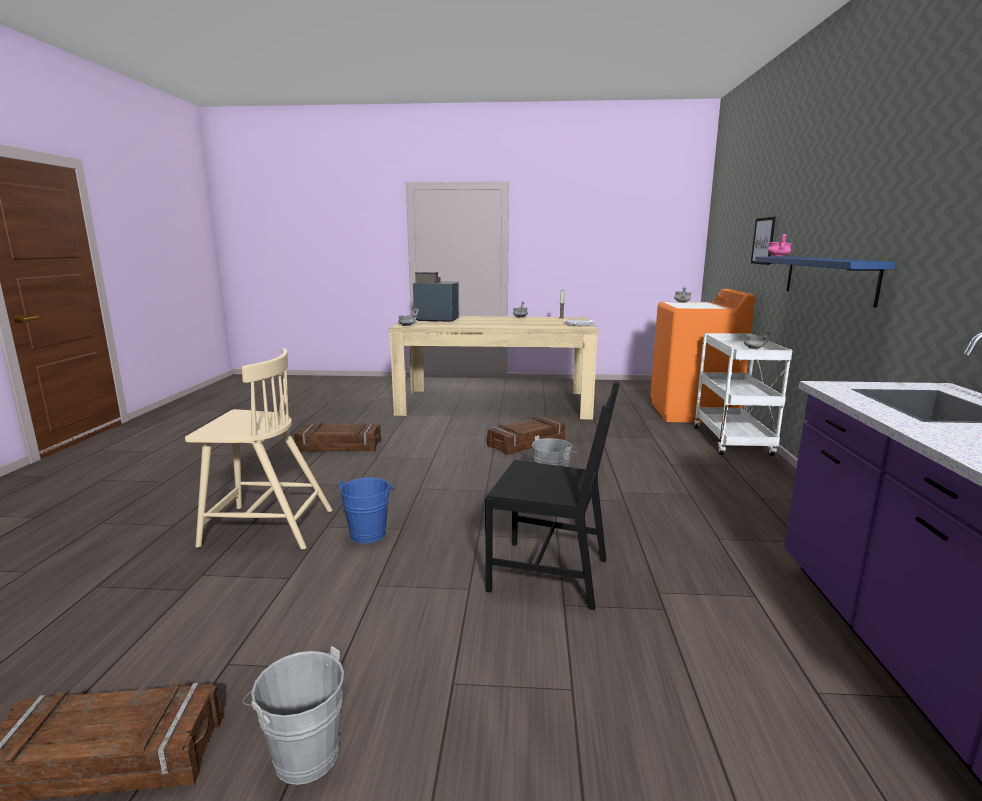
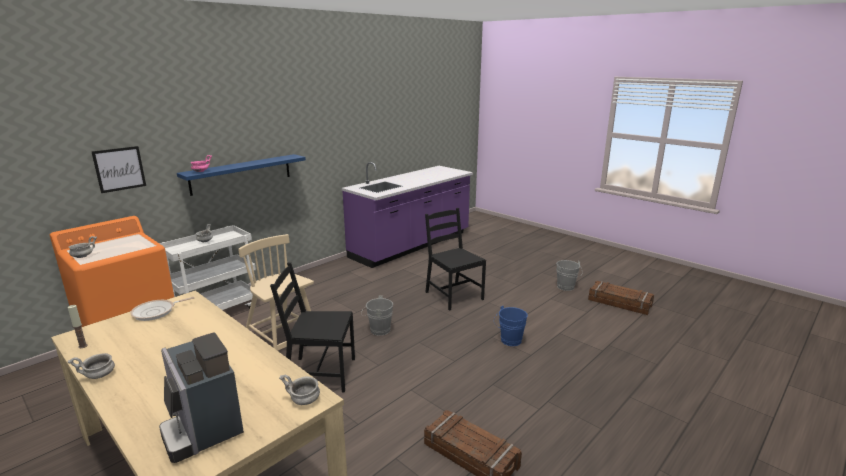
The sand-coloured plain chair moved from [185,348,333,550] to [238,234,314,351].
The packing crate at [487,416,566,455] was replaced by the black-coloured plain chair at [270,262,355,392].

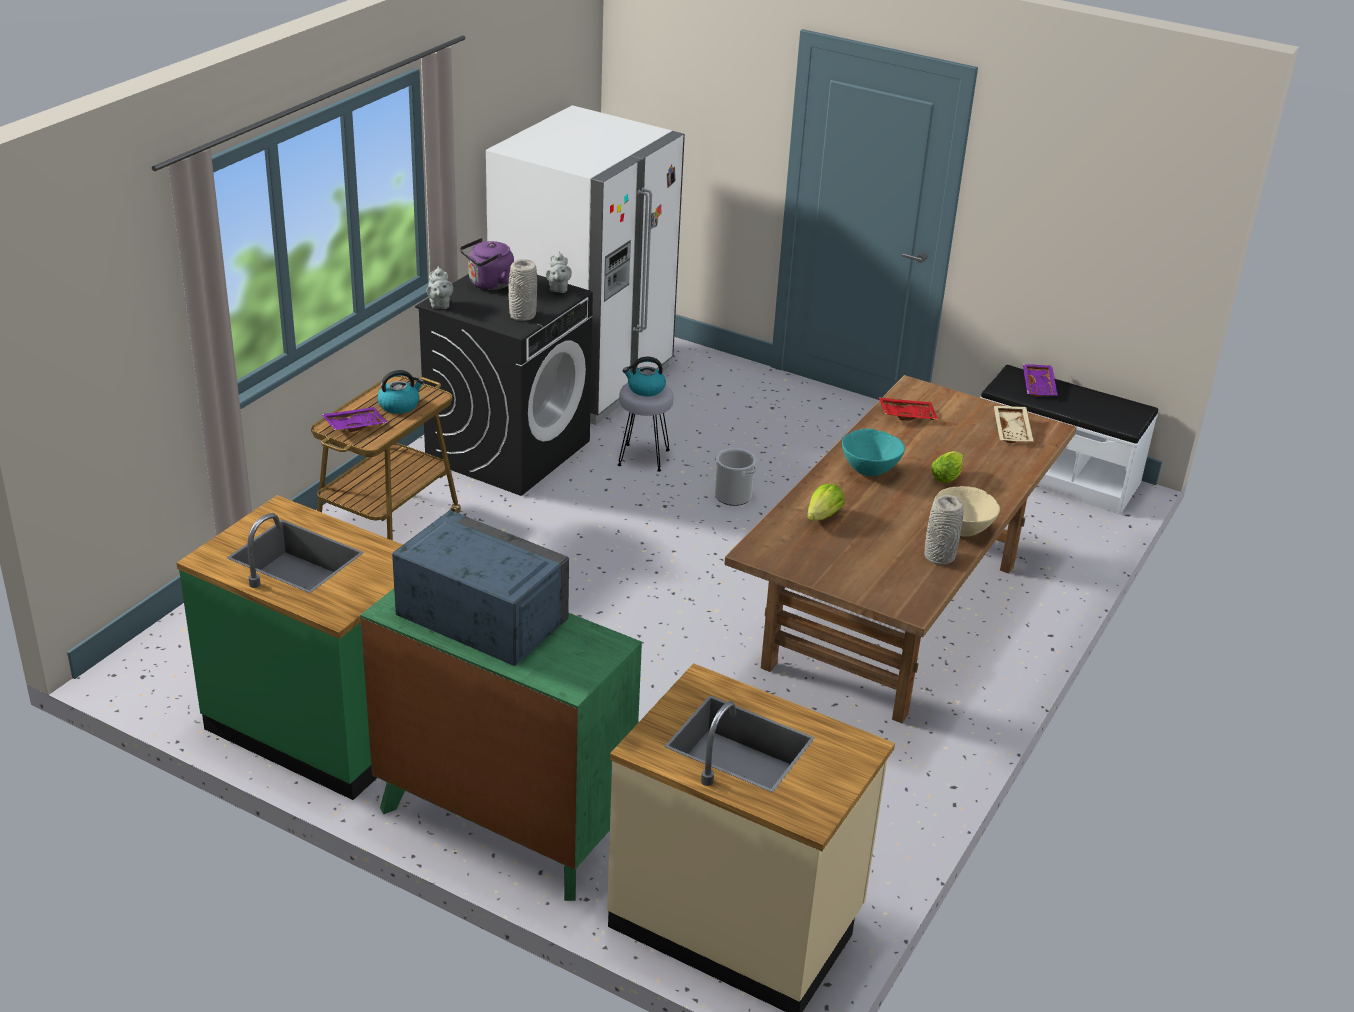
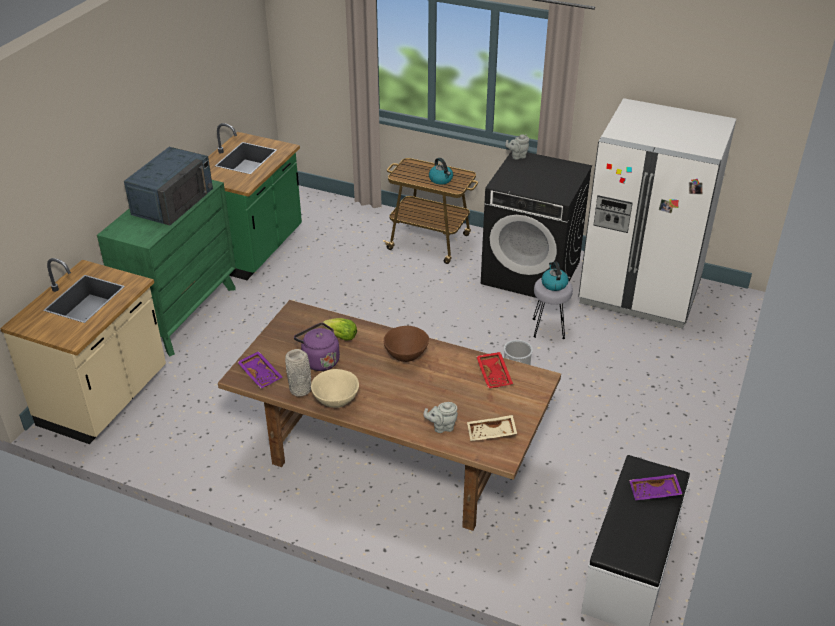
The purple-coloured water kettle moved from [460,238,514,290] to [294,323,340,371].
The gray teapot moved from [546,251,572,293] to [423,402,458,433].
The gray vase at [508,259,537,321] disappeared.
The purple-coloured tray moved from [321,407,388,432] to [238,351,282,389].
The turquoise bowl at [842,428,905,476] became the brown-coloured bowl at [384,326,429,362].
The head of lettuce at [931,451,963,483] disappeared.

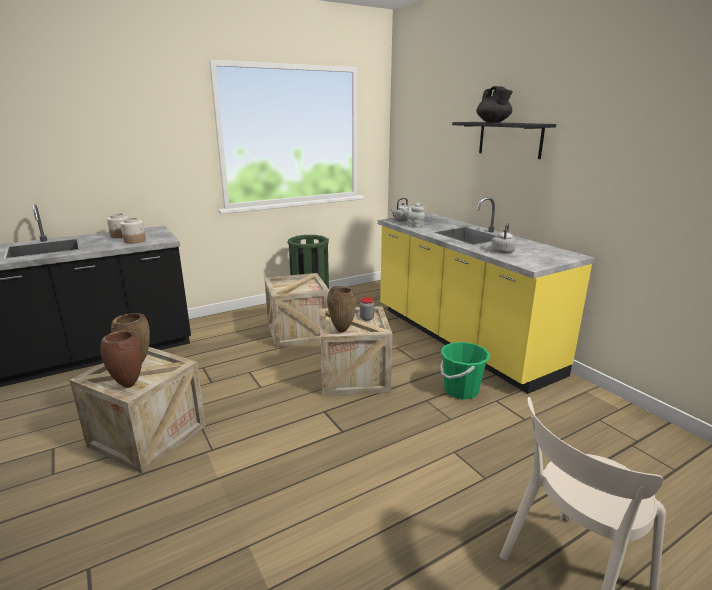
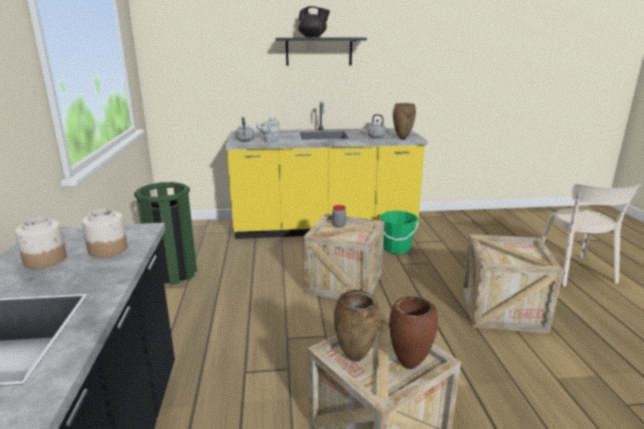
The packing crate moved from [264,273,329,348] to [462,234,564,333].
The brown-coloured vase moved from [327,286,356,333] to [393,103,416,139].

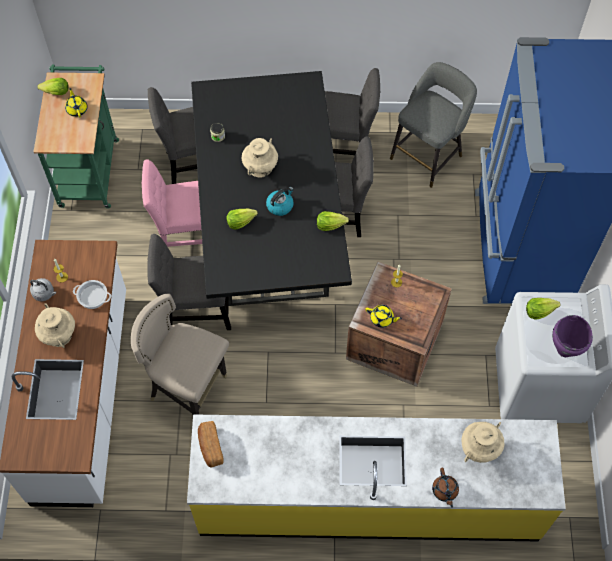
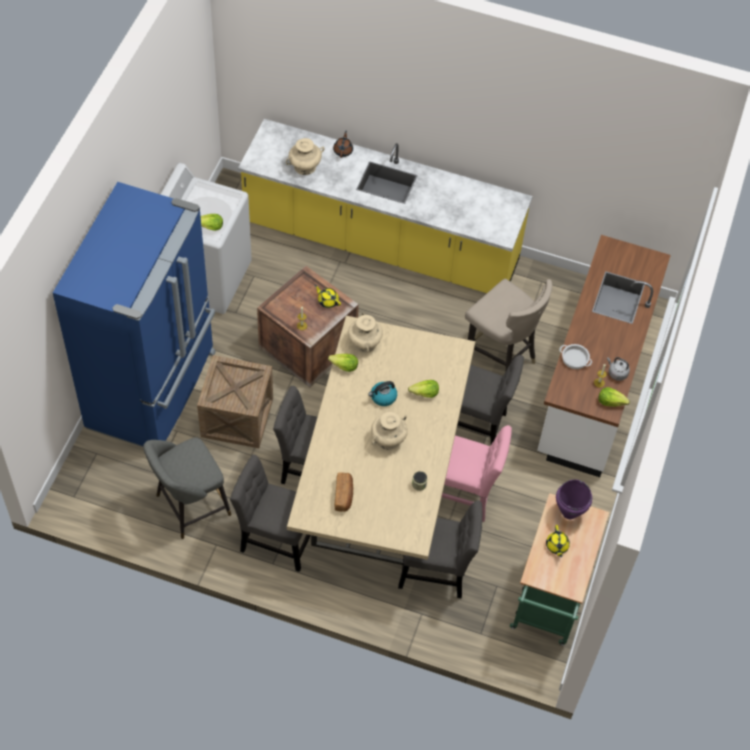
The black-coloured dinner table at [191,71,352,306] became the sand-coloured dinner table at [287,316,475,565].
The head of lettuce moved from [37,78,68,95] to [598,387,630,407].
The sand-coloured vase moved from [35,303,75,348] to [348,313,383,353].
The purple-coloured stockpot moved from [552,315,593,357] to [556,480,592,519].
The bread moved from [198,421,224,467] to [334,472,353,512].
The packing crate at [197,355,273,448] appeared.

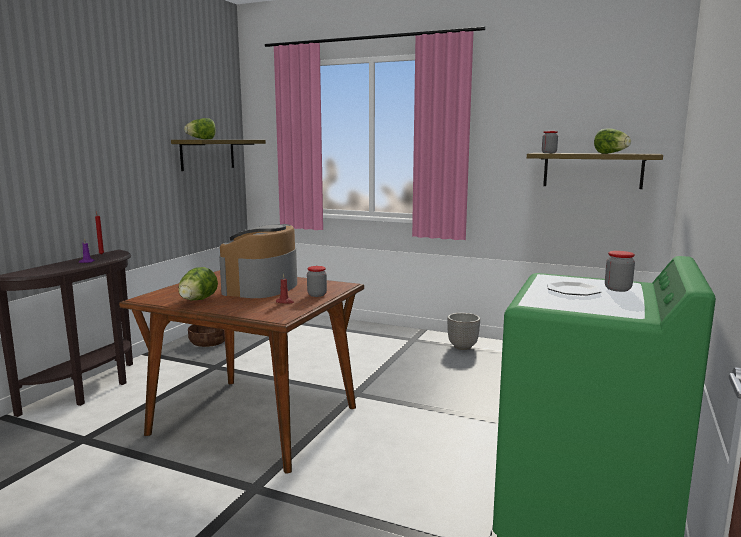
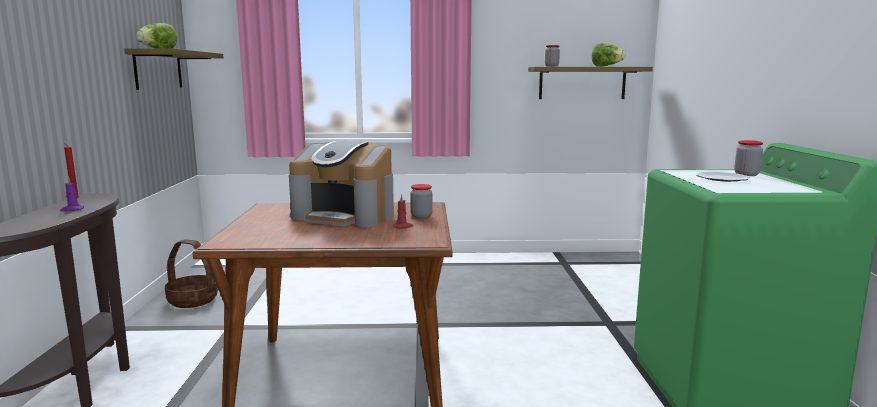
The coffee machine at [219,224,297,298] turned 60 degrees counterclockwise.
The head of lettuce at [179,267,218,300] disappeared.
The flower pot at [447,313,480,350] disappeared.

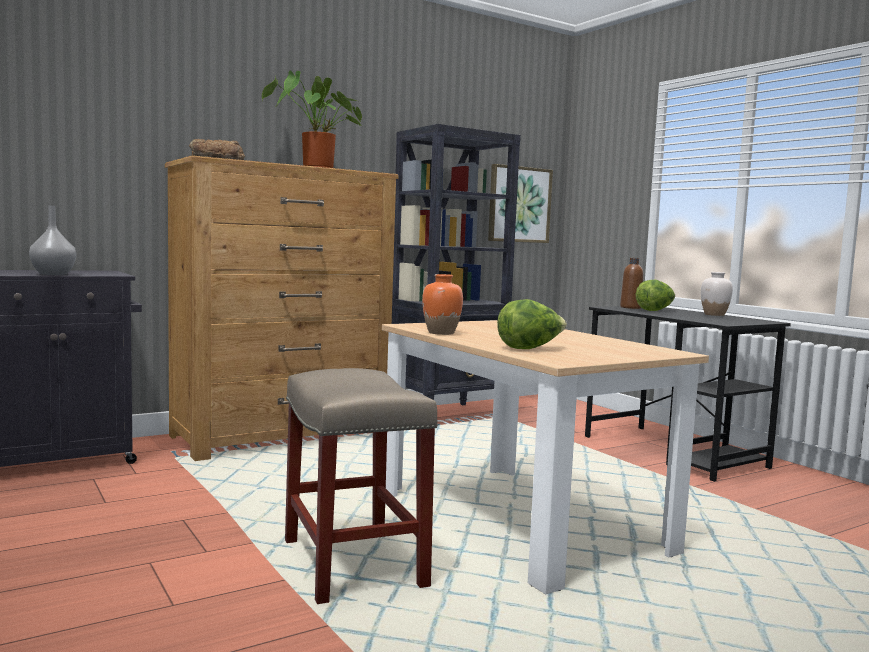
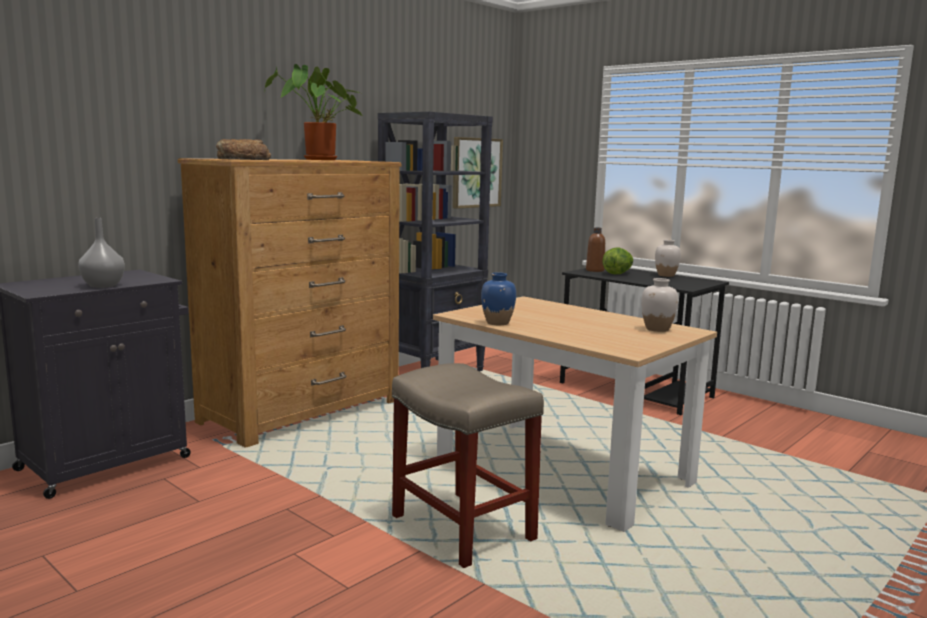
The orange-coloured vase at [422,274,463,335] became the blue-coloured vase at [481,272,516,325].
The head of lettuce at [497,299,567,349] disappeared.
The whitish vase at [641,278,678,332] appeared.

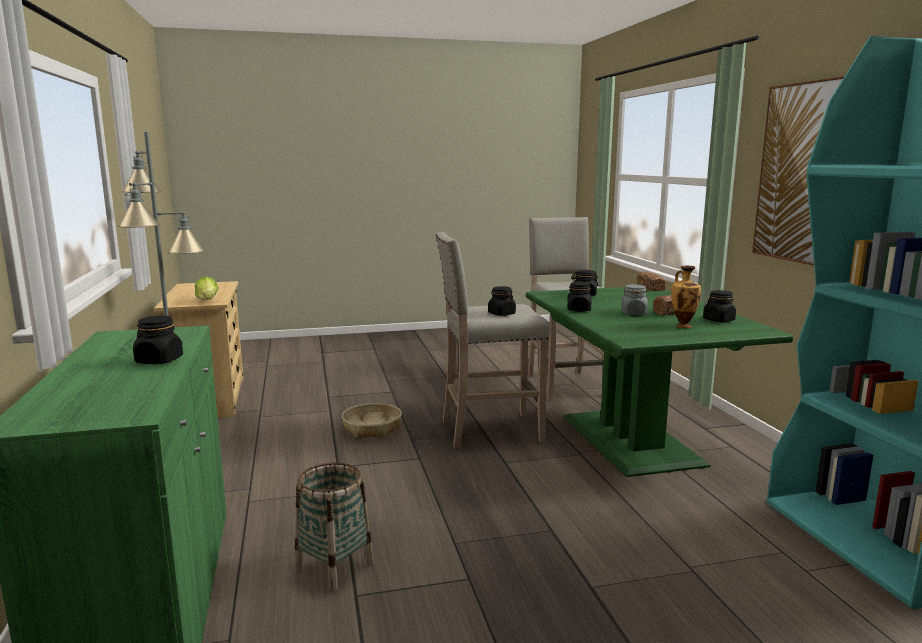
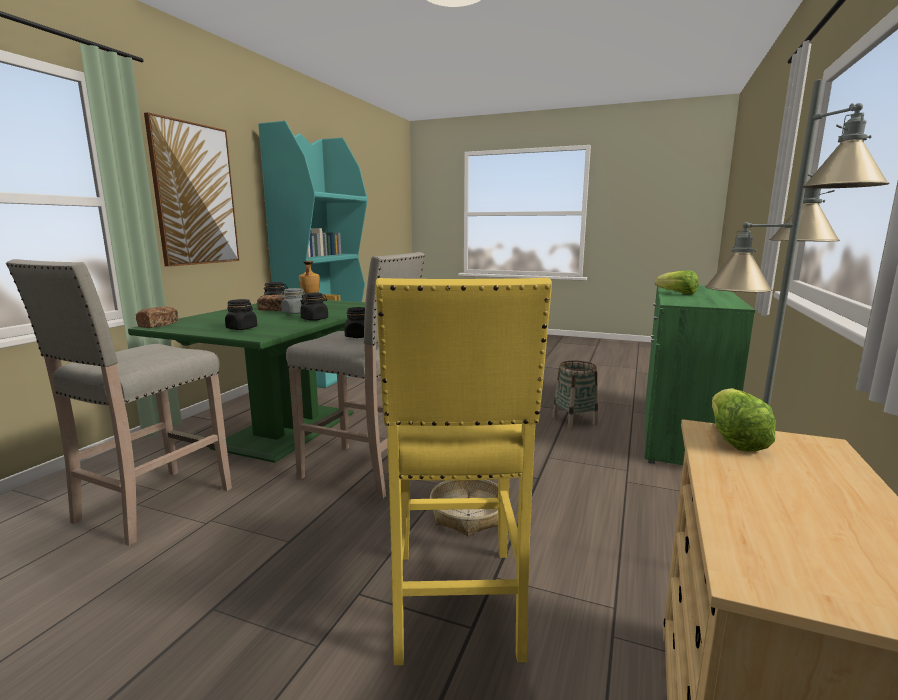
The black-coloured jar at [133,316,183,364] was replaced by the head of lettuce at [655,270,699,295].
The yellow stool seat at [376,278,552,665] appeared.

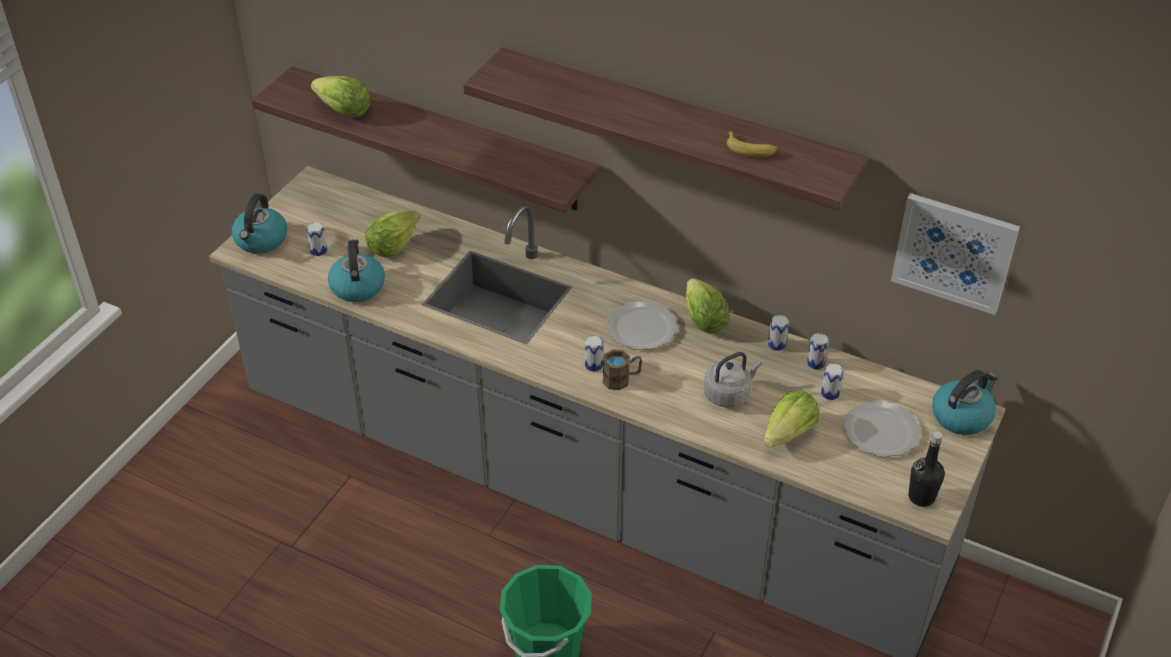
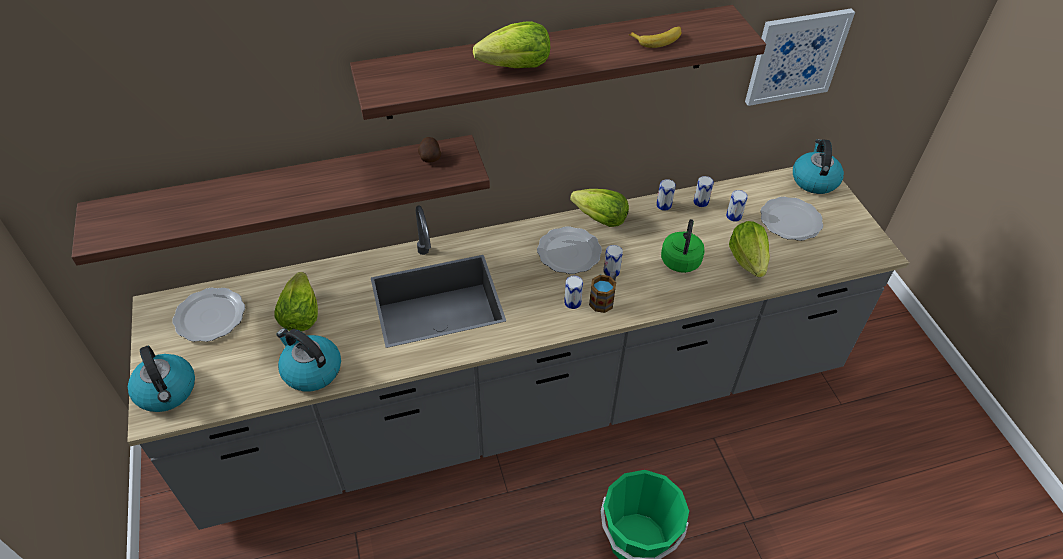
The head of lettuce moved from [311,76,371,118] to [473,21,550,68].
The can moved from [306,222,327,256] to [603,245,623,277].
The gray water kettle at [704,352,762,407] became the green water kettle at [661,219,705,273].
The black-coloured beverage bottle at [908,431,945,507] disappeared.
The spud at [418,137,441,163] appeared.
The dinner plate at [172,288,245,342] appeared.

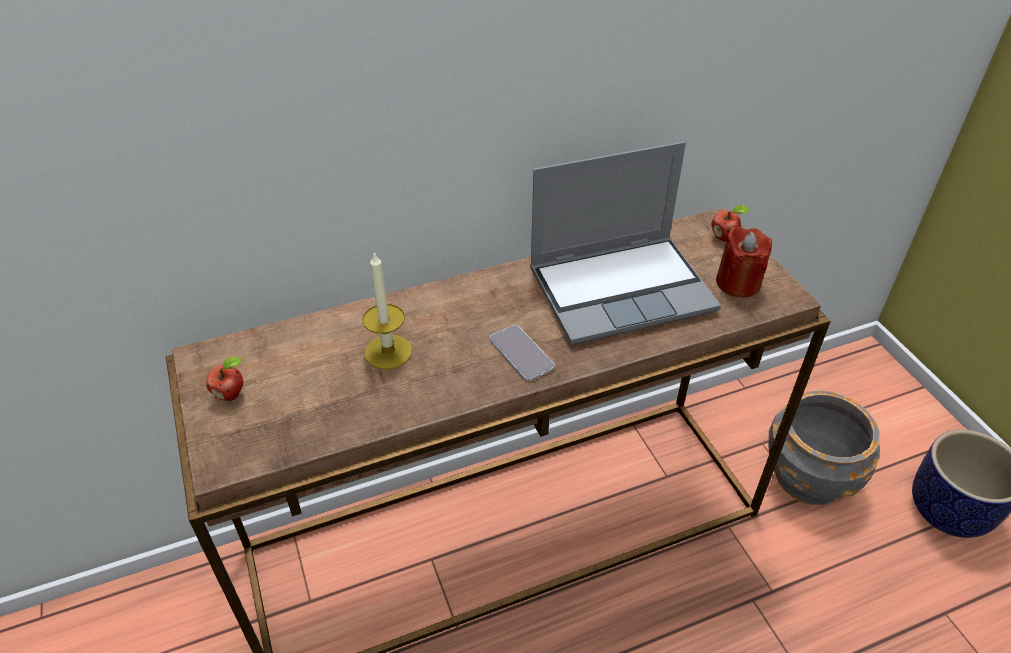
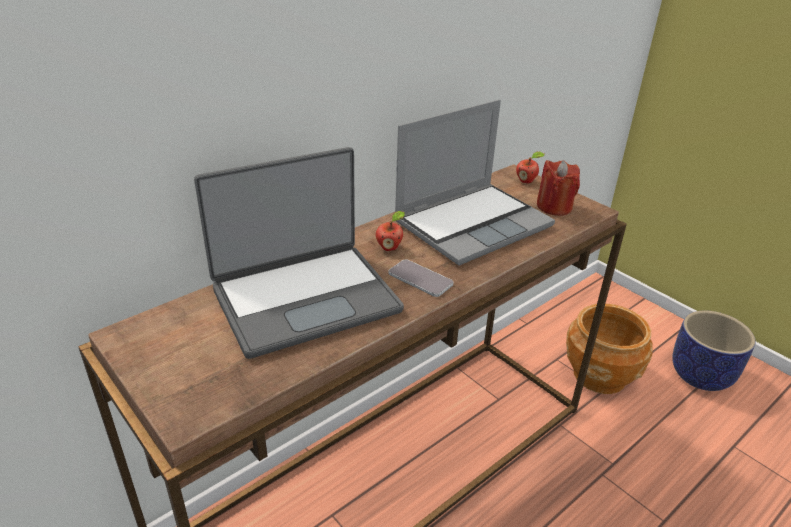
The wax light at [362,251,412,369] was replaced by the notebook computer at [194,147,404,359].
The apple moved from [206,356,243,401] to [376,211,405,251].
The gray flower pot at [768,390,880,505] became the brown-coloured flower pot at [566,304,653,394].

